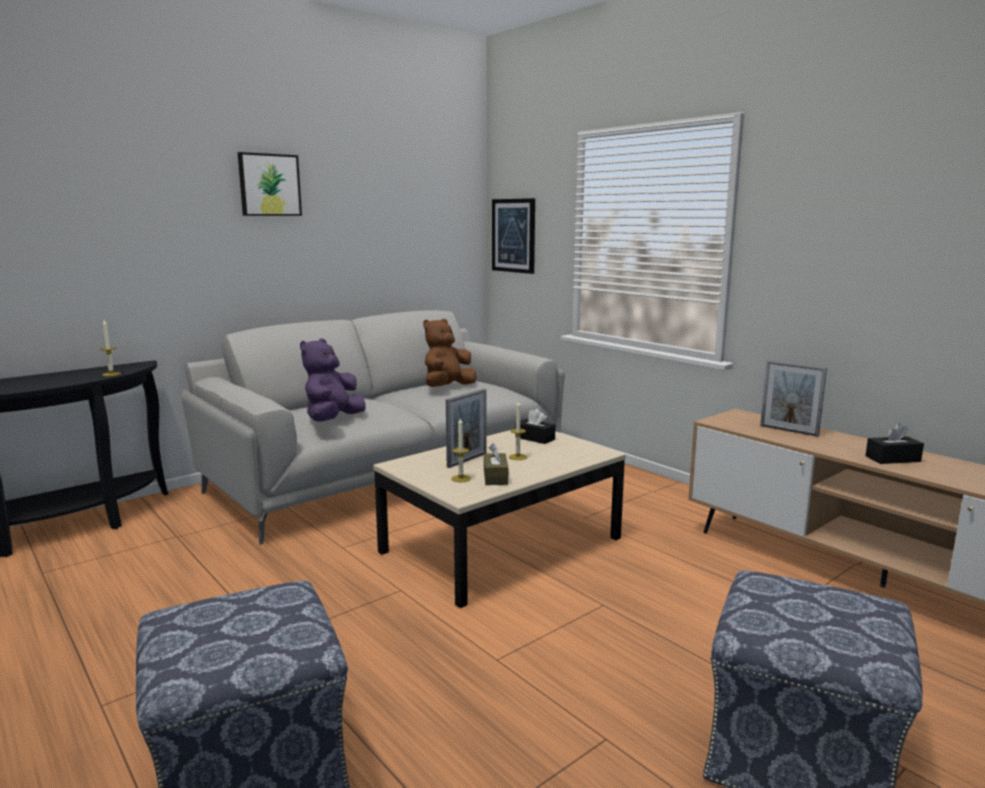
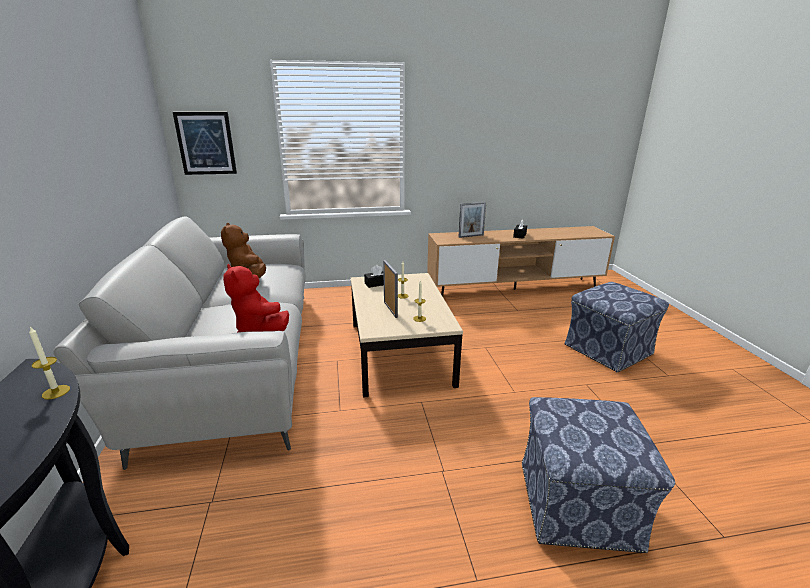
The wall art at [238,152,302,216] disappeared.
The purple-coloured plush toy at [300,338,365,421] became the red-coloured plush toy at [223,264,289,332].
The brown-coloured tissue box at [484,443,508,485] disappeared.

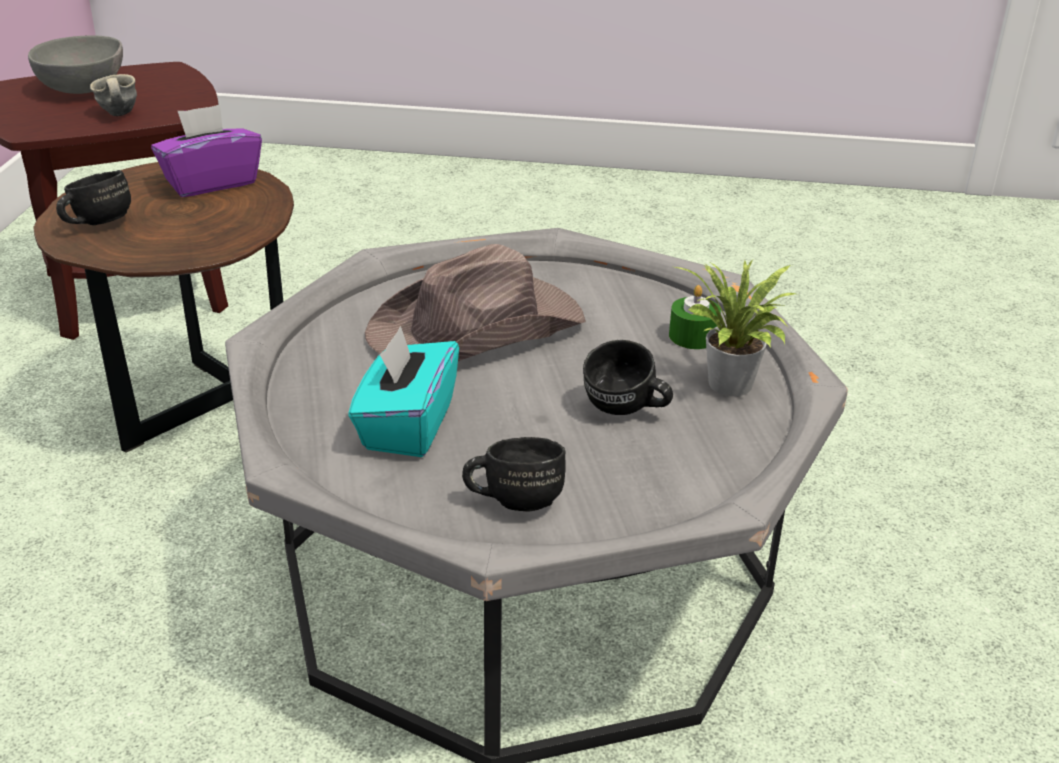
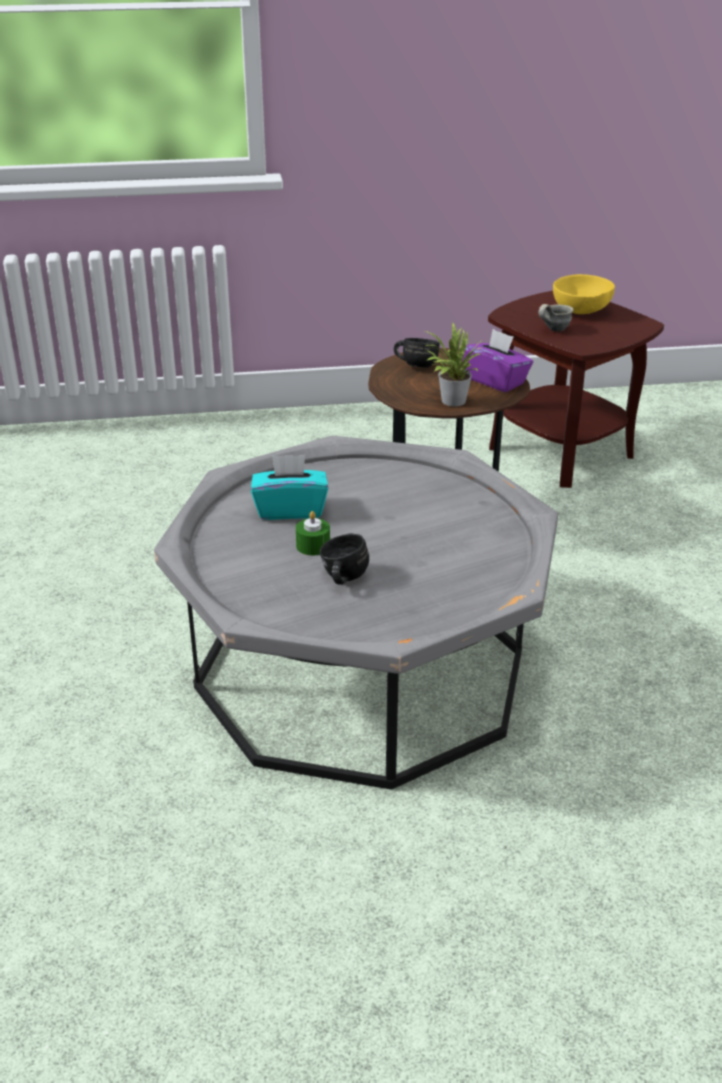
The gray bowl at [28,35,123,94] became the yellow bowl at [553,274,615,314].
The brown-coloured clothing hat at [365,244,586,361] disappeared.
The potted plant moved from [675,259,796,396] to [425,323,482,406].
The green wax light moved from [669,285,721,349] to [296,511,330,556].
The black-coloured coffee mug at [462,437,565,512] disappeared.

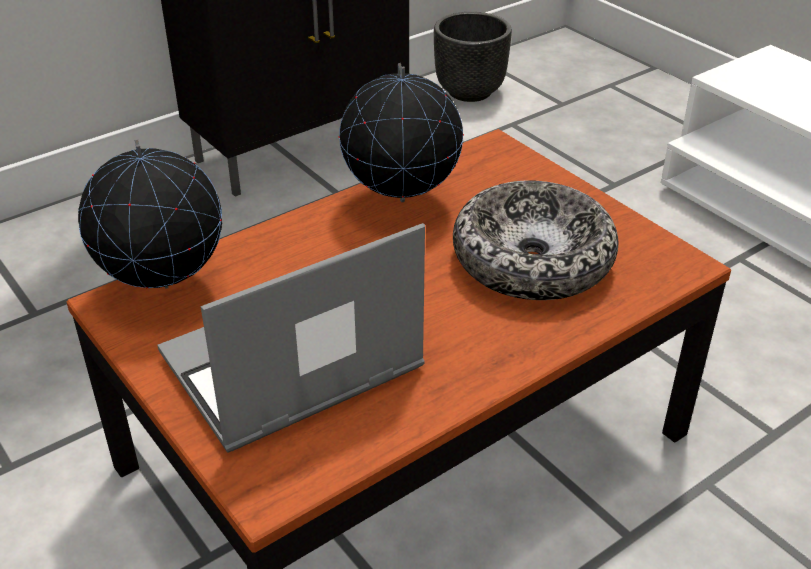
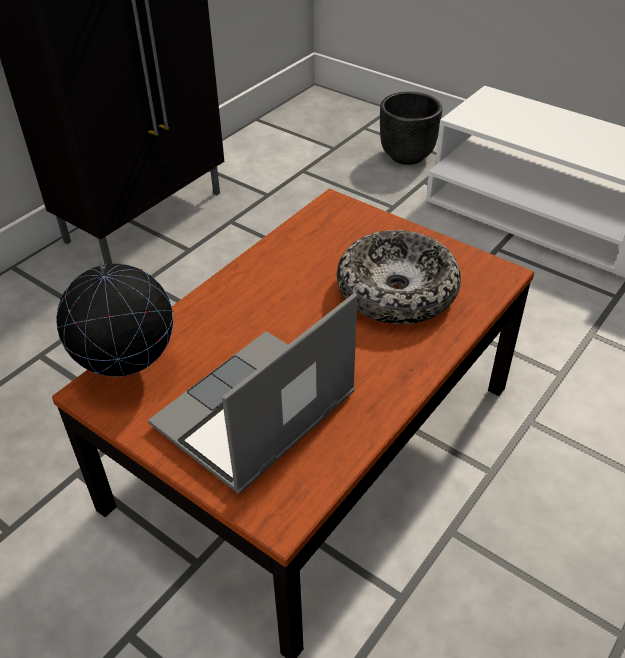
The black-coloured flower pot moved from [434,12,512,102] to [380,92,443,165].
The desk globe at [338,63,464,202] disappeared.

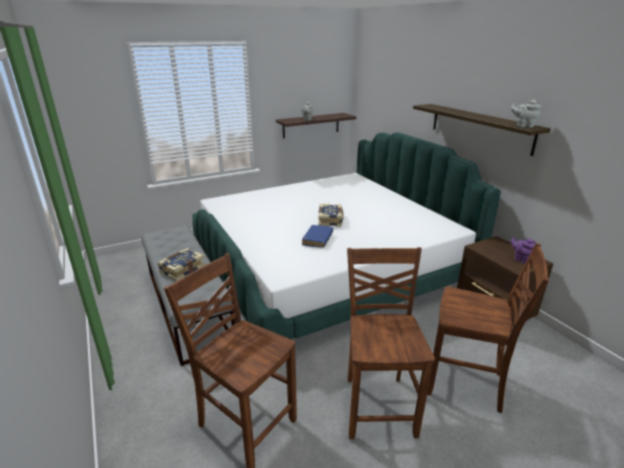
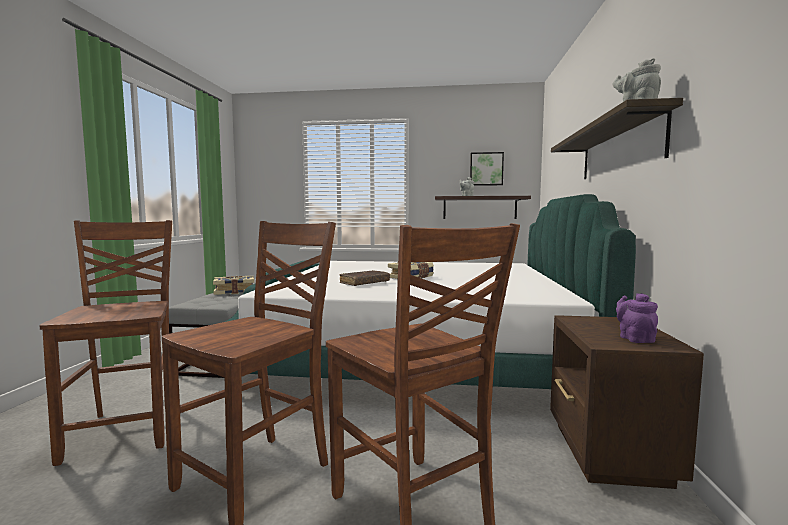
The blue-coloured bound book at [302,225,333,248] became the brown-coloured bound book at [340,270,390,286].
The wall art at [470,152,504,186] appeared.

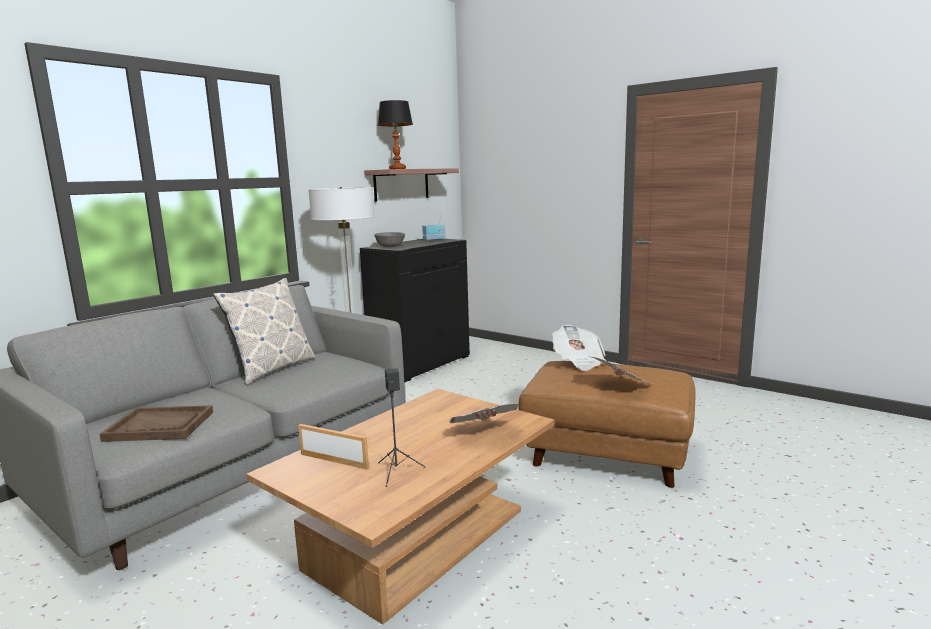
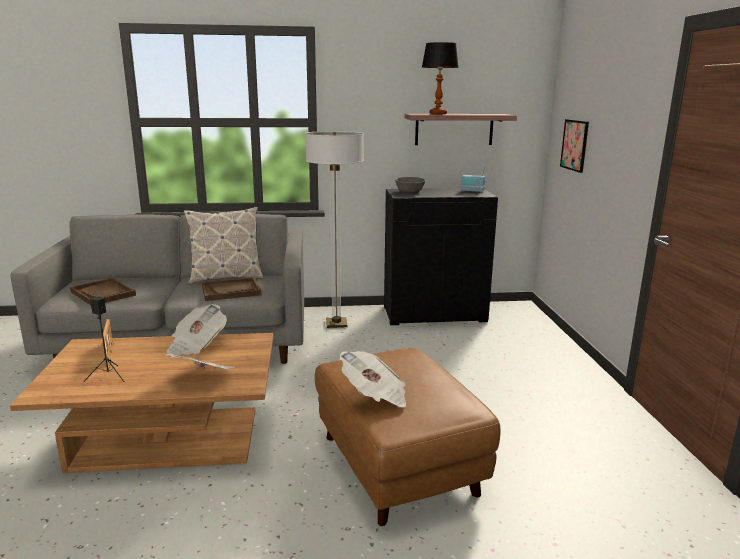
The daily paper moved from [552,325,606,371] to [166,304,227,355].
The wall art at [560,119,589,173] appeared.
The brown-coloured tray at [202,277,262,301] appeared.

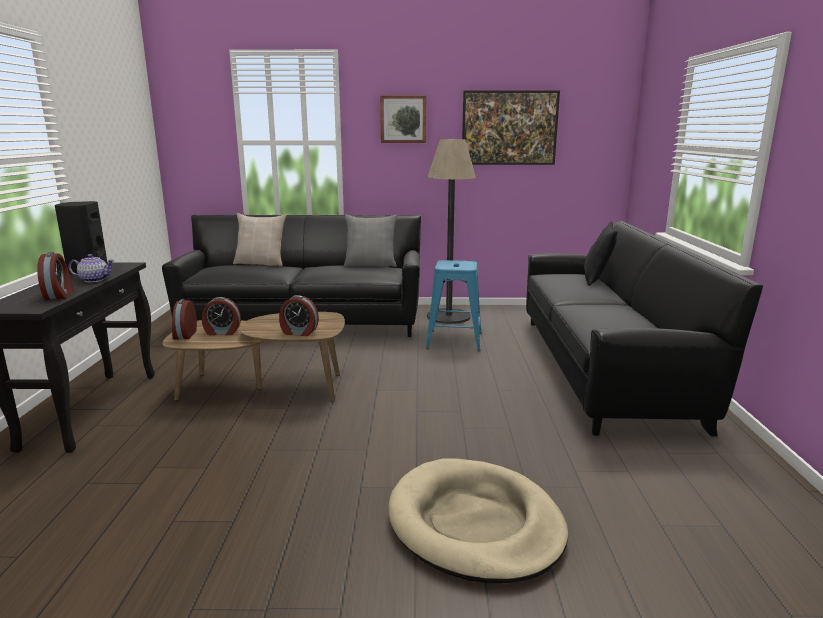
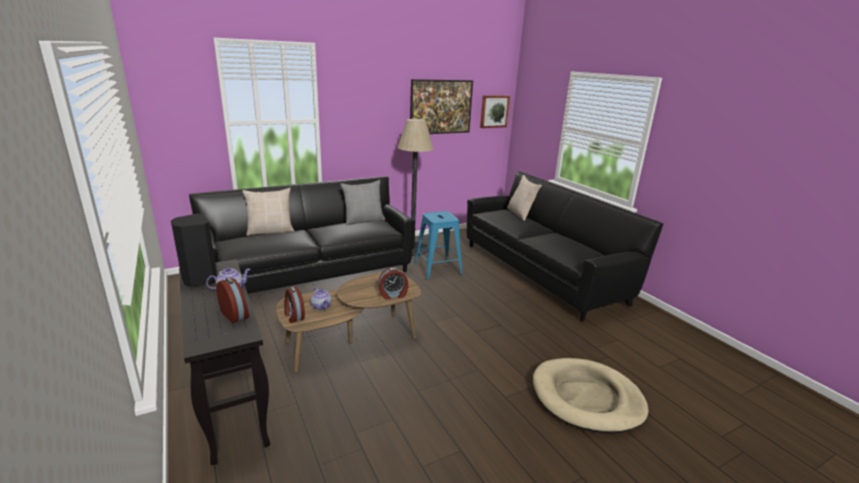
The wall art moved from [380,95,426,143] to [480,96,510,128].
The black-coloured pillow at [584,221,618,286] became the sand-coloured pillow at [507,175,542,221].
The bedside clock at [202,297,241,335] was replaced by the teapot at [311,287,332,310].

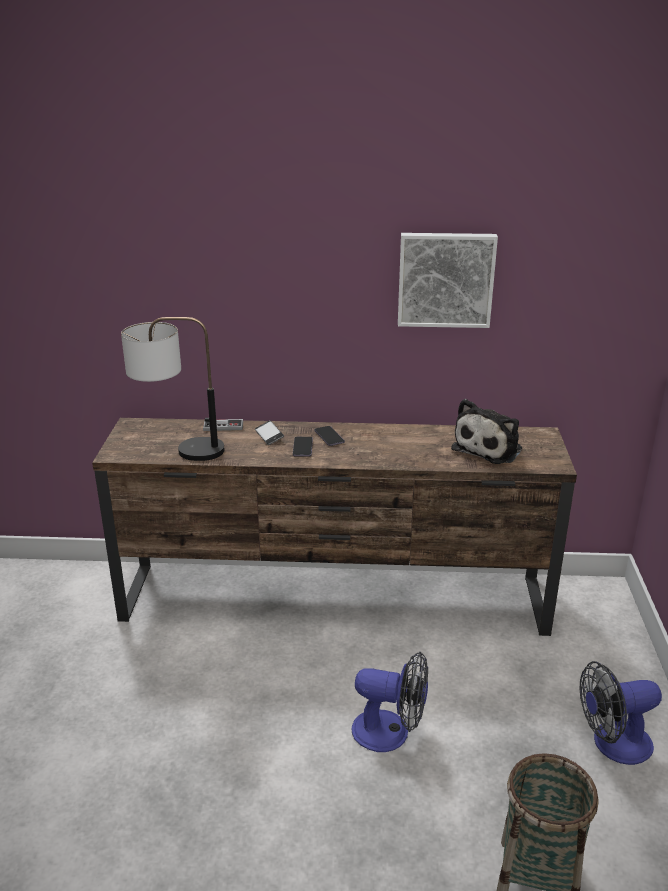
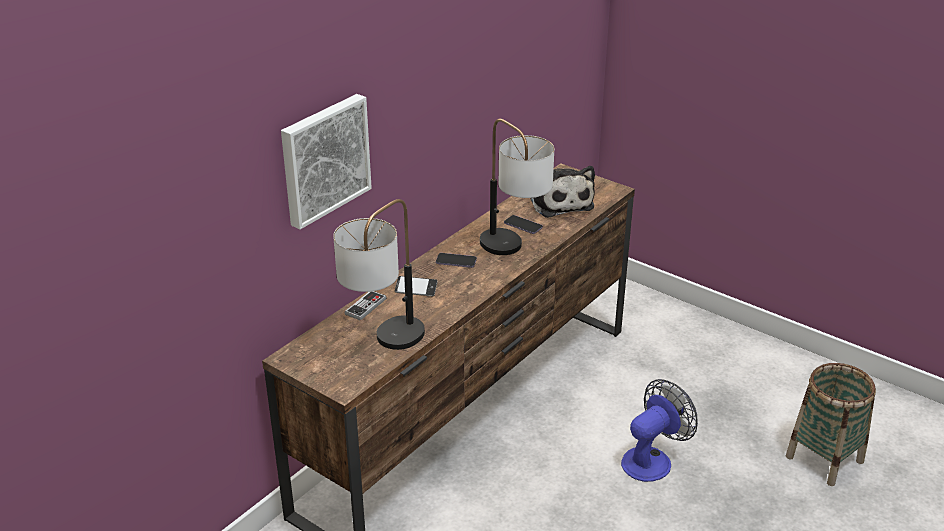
The wall art moved from [398,233,498,328] to [281,94,372,229].
The phone moved from [293,437,313,457] to [504,215,543,234].
The fan at [580,661,662,765] disappeared.
The lamp for a table at [480,119,554,255] appeared.

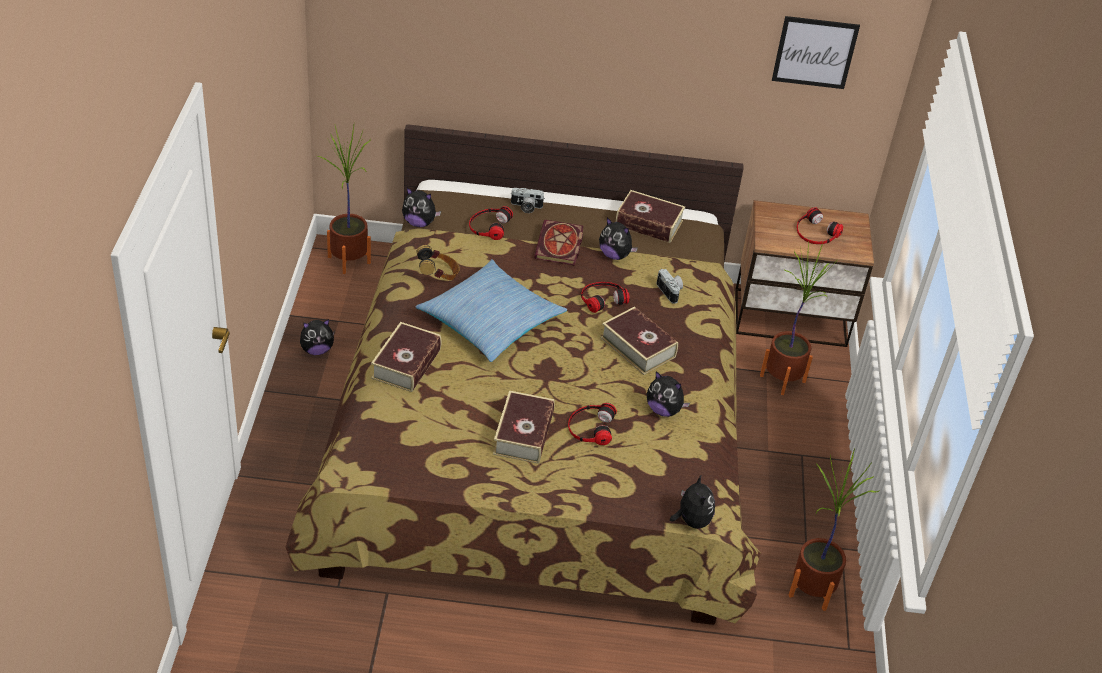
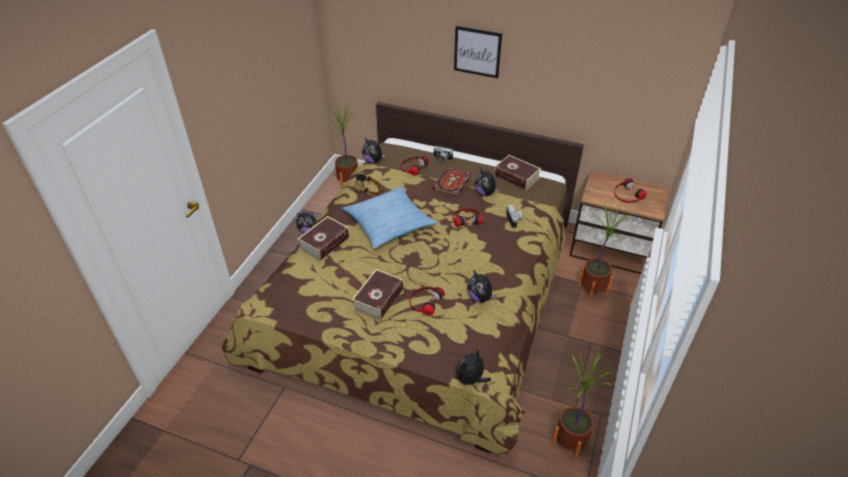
The wall art moved from [772,16,860,89] to [454,26,502,78].
The bound book at [600,306,678,375] disappeared.
The plush toy at [670,474,715,529] turned 150 degrees counterclockwise.

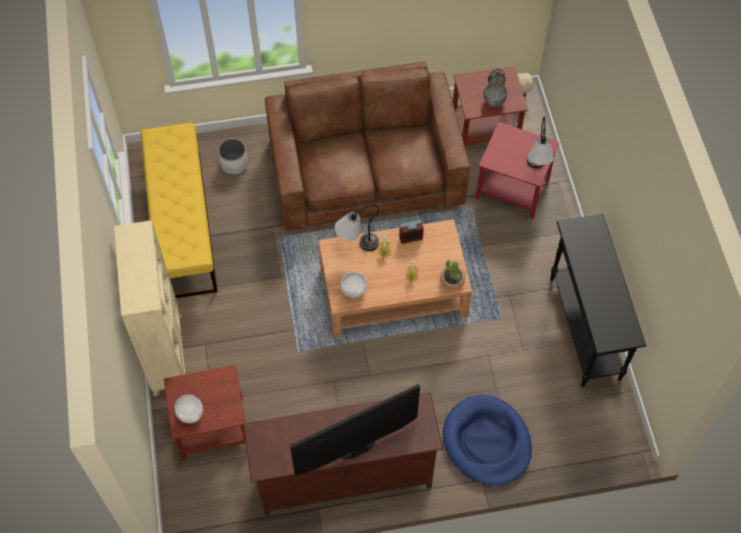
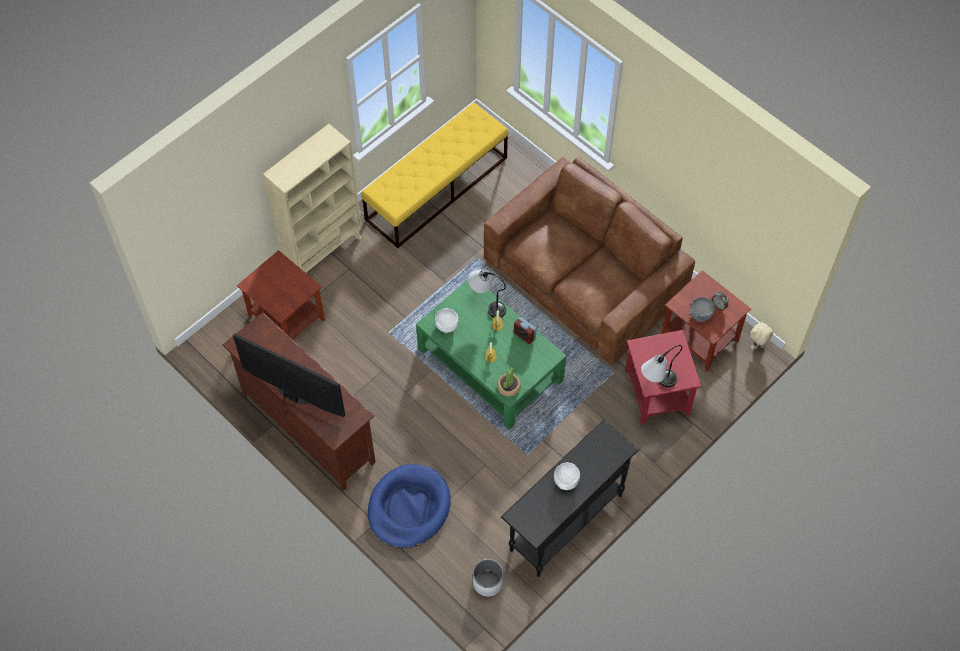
The whitish flower pot moved from [218,139,248,175] to [473,559,503,597].
The brown-coloured coffee table at [319,219,472,338] became the green coffee table at [416,280,567,430].
The whitish bowl moved from [175,395,203,423] to [554,462,580,490].

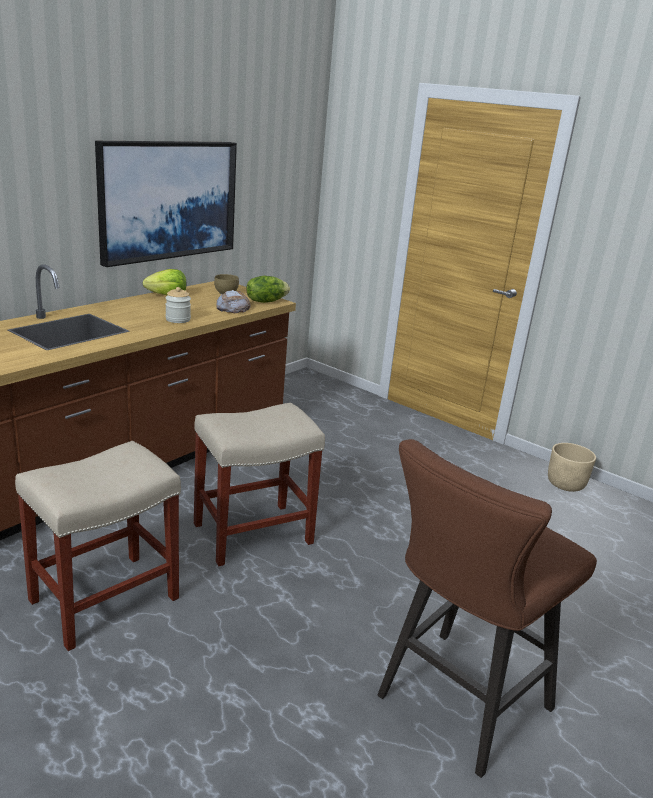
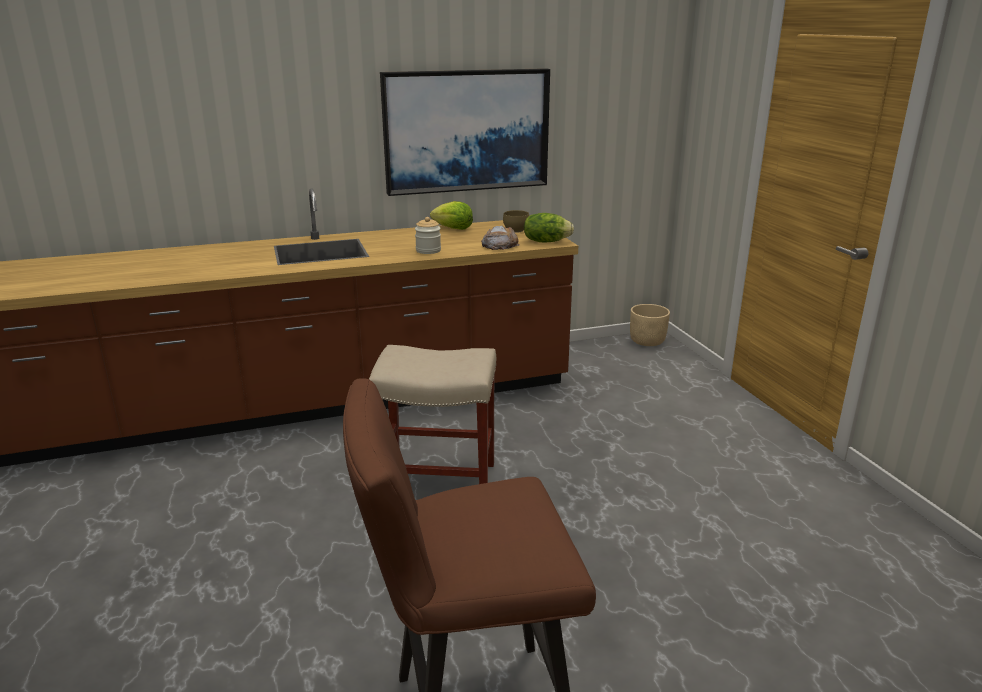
The sand-coloured stool seat at [15,441,181,651] disappeared.
The sand-coloured flower pot moved from [548,443,596,492] to [630,304,670,346].

